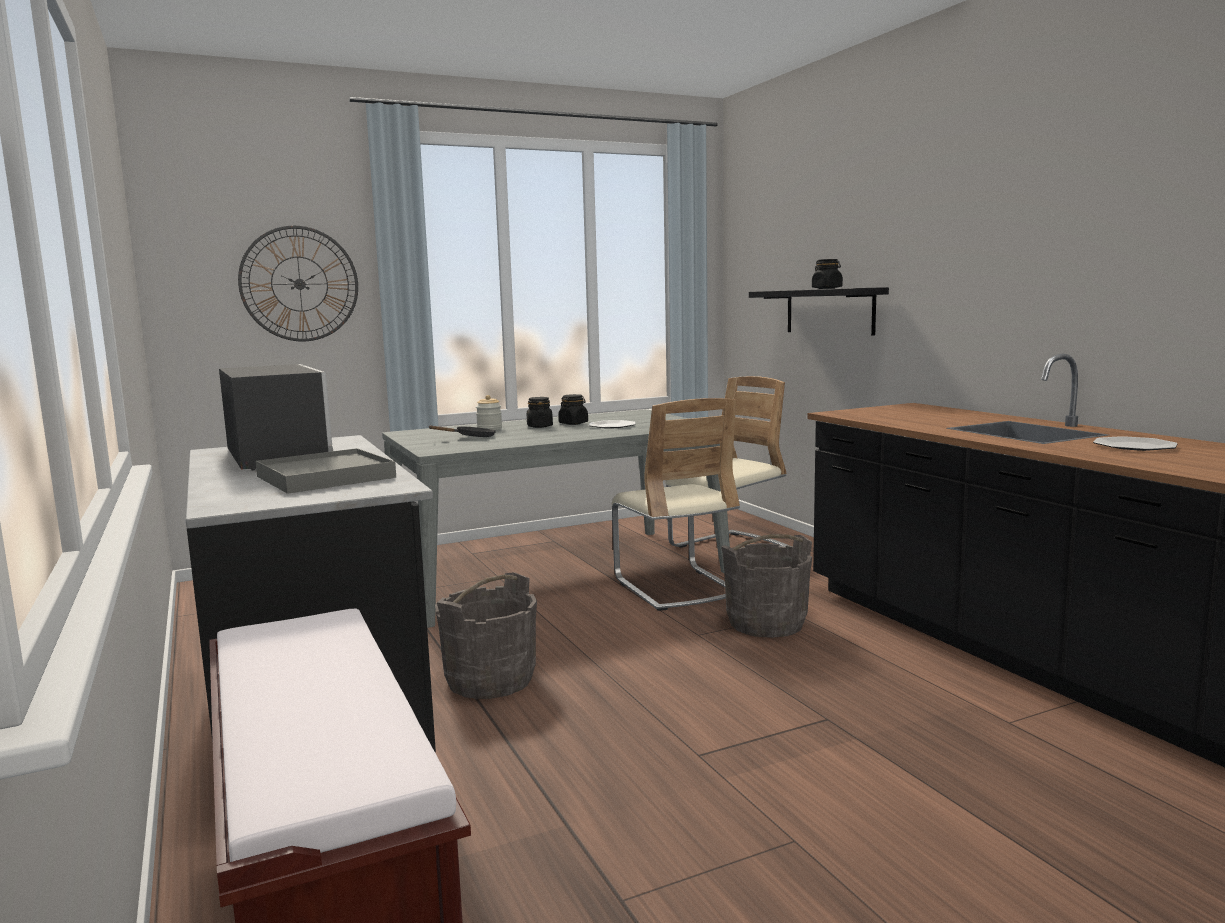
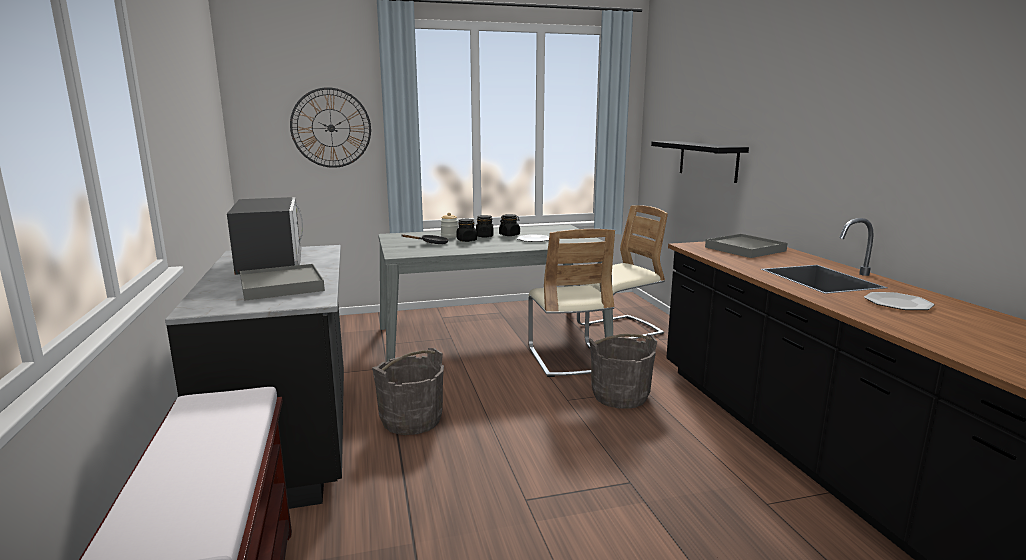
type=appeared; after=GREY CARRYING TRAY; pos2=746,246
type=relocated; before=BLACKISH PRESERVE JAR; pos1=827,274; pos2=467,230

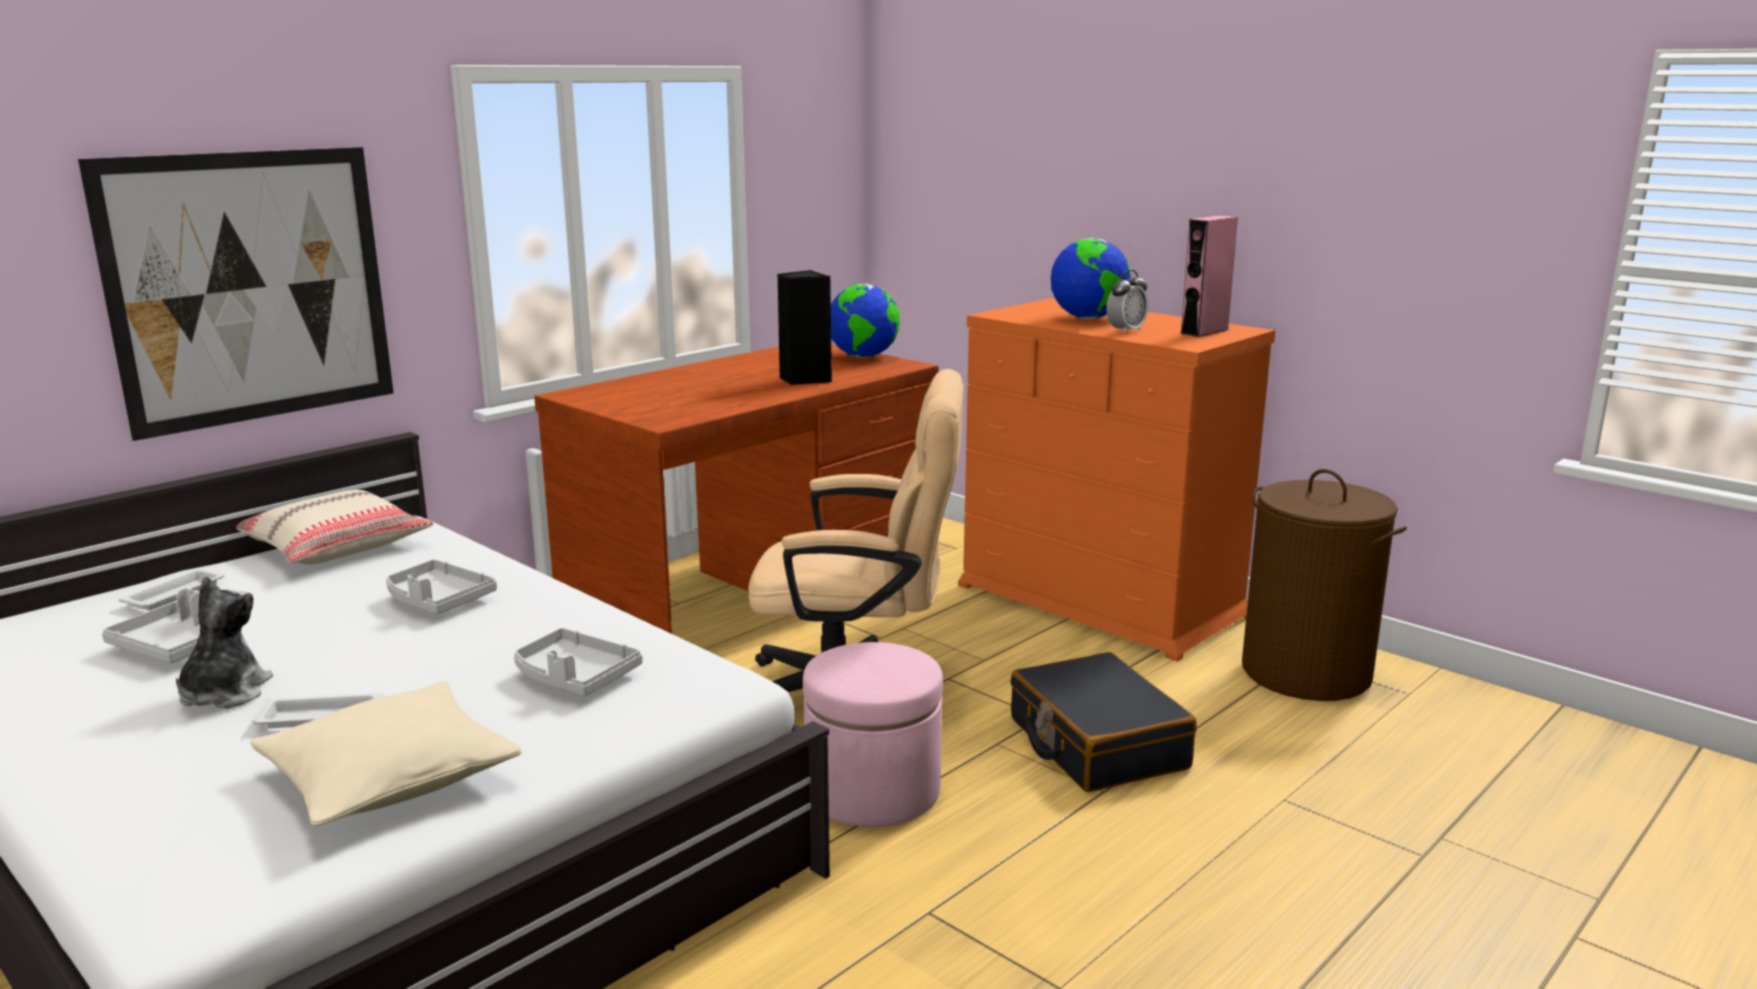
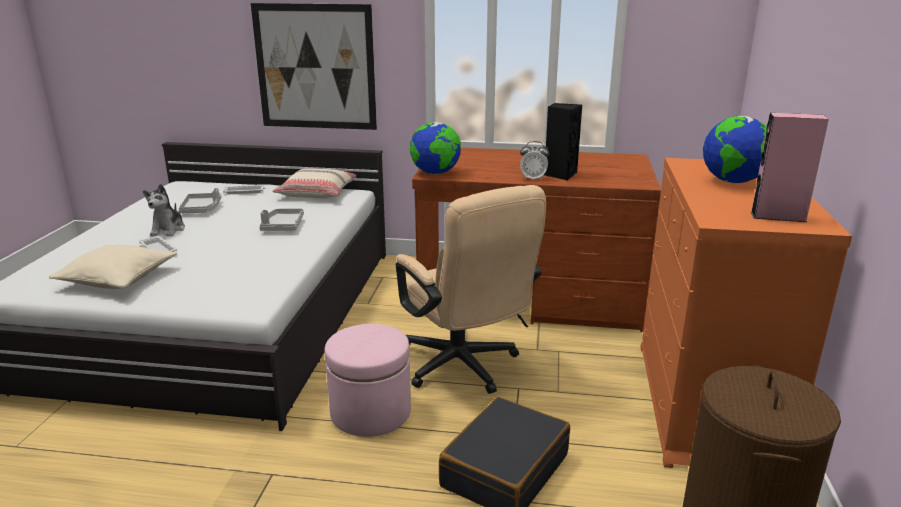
type=missing; before=GREY CARRYING TRAY; pos1=578,662
type=relocated; before=DESK GLOBE; pos1=865,321; pos2=435,148
type=relocated; before=BEDSIDE CLOCK; pos1=1127,302; pos2=534,161
type=spun; before=CUDDLY TOY; pos1=224,642; pos2=164,210; turn=120

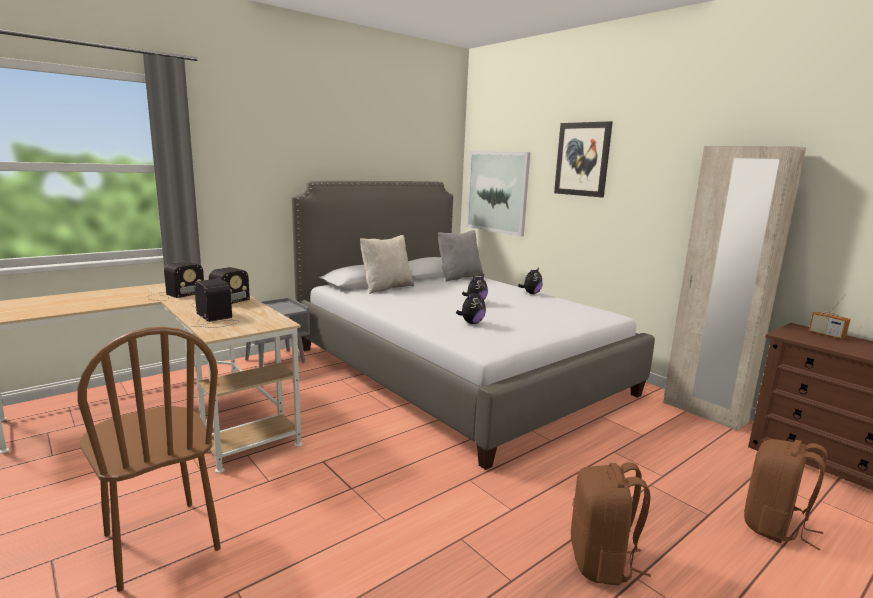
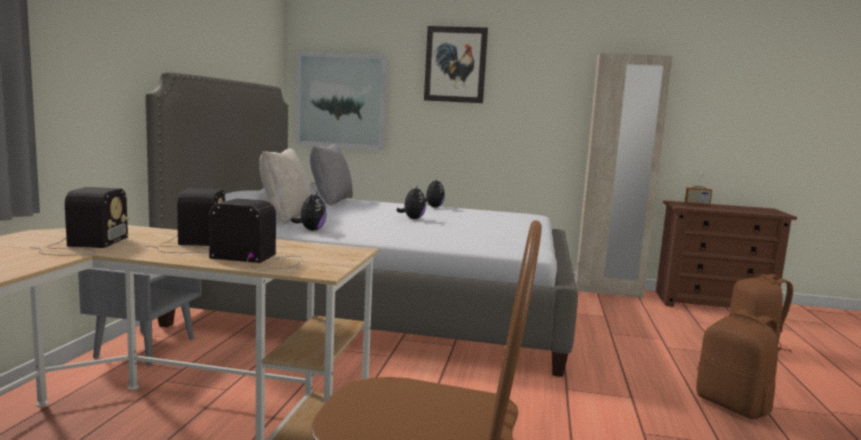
type=relocated; before=CUDDLY TOY; pos1=471,307; pos2=309,210

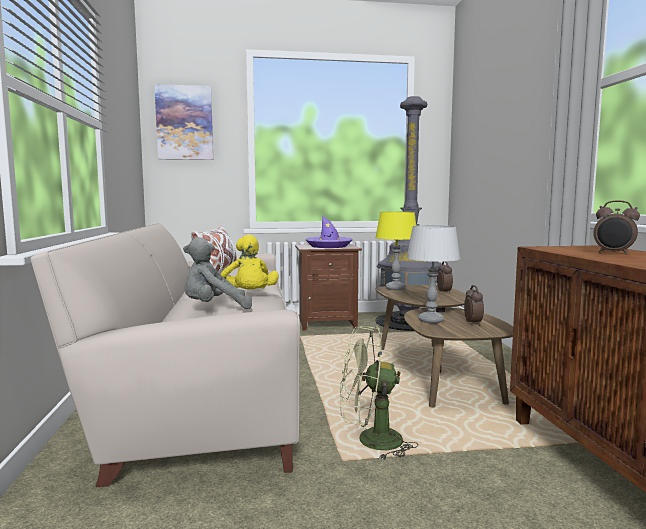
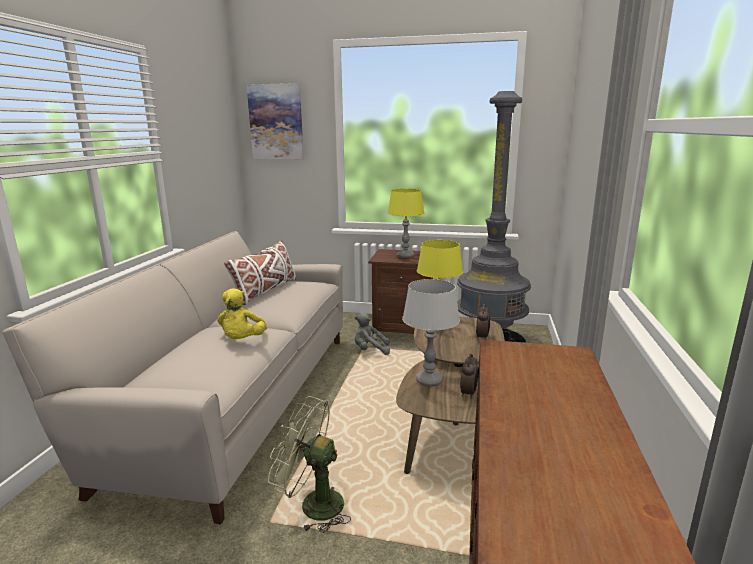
type=missing; before=BEDSIDE CLOCK; pos1=616,228
type=relocated; before=GREY CUDDLY TOY; pos1=217,273; pos2=372,333
type=exchanged; before=PURPLE-COLOURED WEARABLE HAT; after=YELLOW TABLE LAMP; pos1=328,231; pos2=406,223

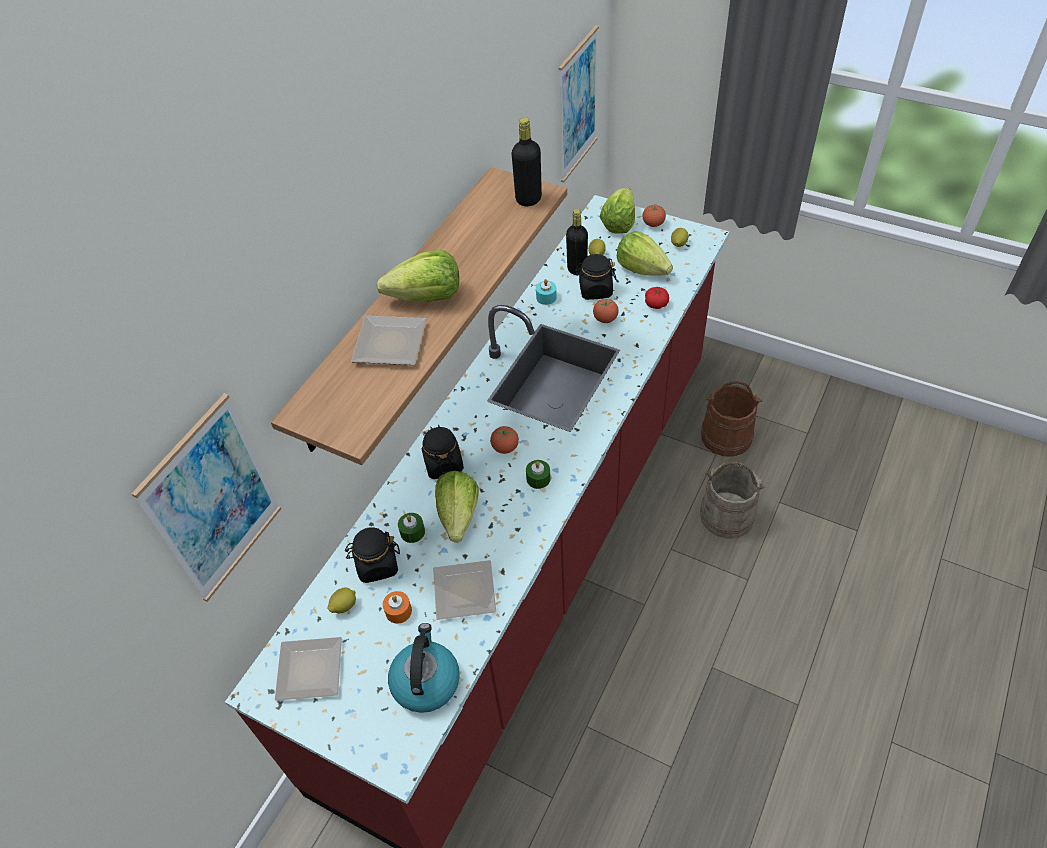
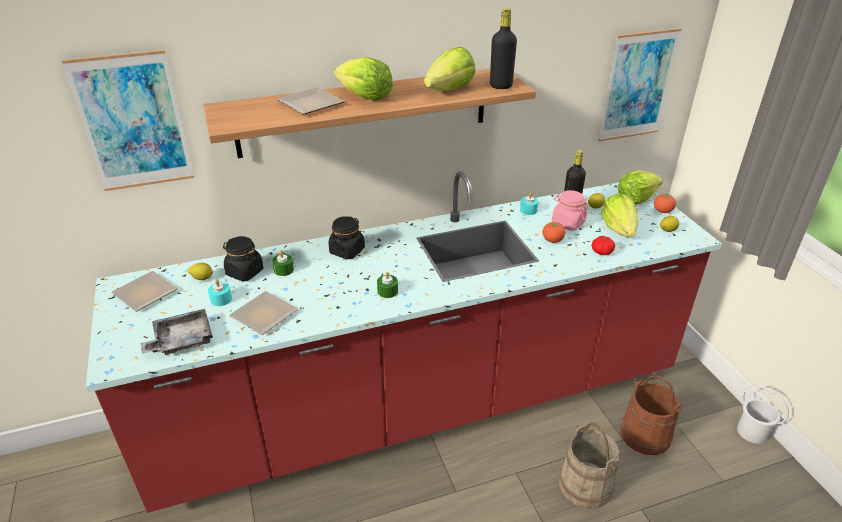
type=missing; before=FRESH TOMATO; pos1=504,440
type=appeared; after=WHITISH WATER BUCKET; pos2=763,414
type=relocated; before=LETTUCE; pos1=457,506; pos2=449,69
type=exchanged; before=KETTLE; after=GREY CARRYING TRAY; pos1=424,668; pos2=177,332
type=colour; before=ORANGE-COLOURED WAX CANDLE; after=TURQUOISE WAX CANDLE; pos1=397,607; pos2=220,293
type=colour; before=BLACKISH PRESERVE JAR; after=PINK PRESERVE JAR; pos1=596,277; pos2=570,210

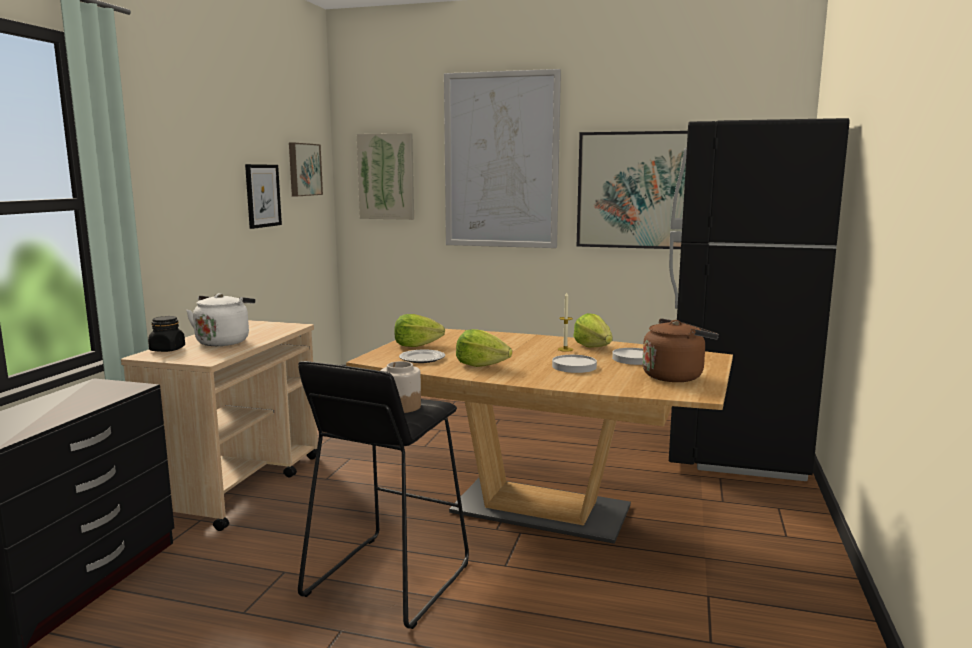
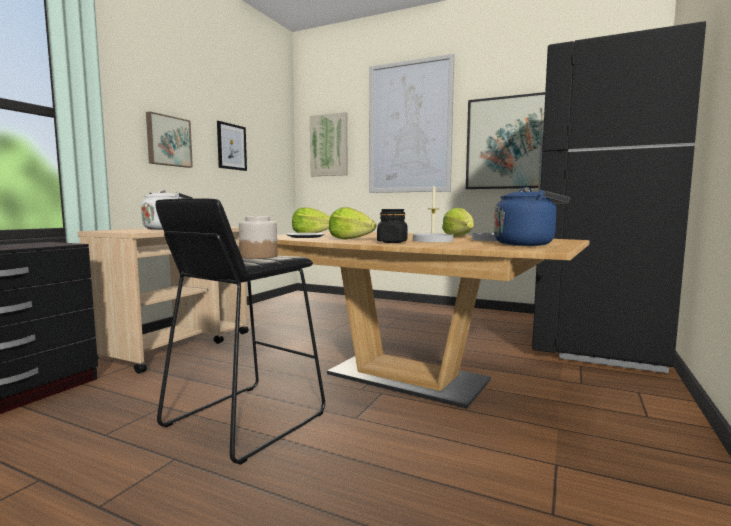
type=relocated; before=BLACKISH PRESERVE JAR; pos1=166,334; pos2=392,226
type=relocated; before=WALL ART; pos1=306,169; pos2=169,140
type=colour; before=BROWN-COLOURED KETTLE; after=BLUE KETTLE; pos1=680,350; pos2=532,216

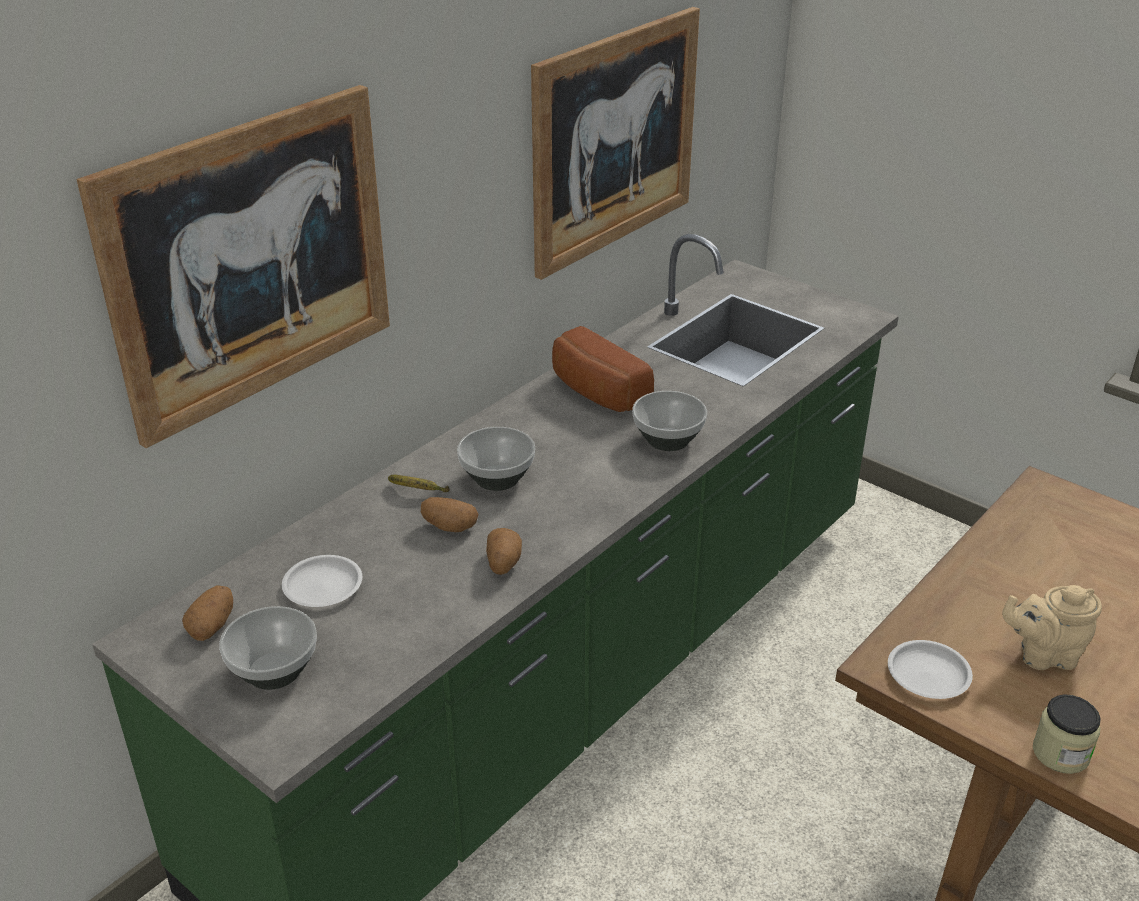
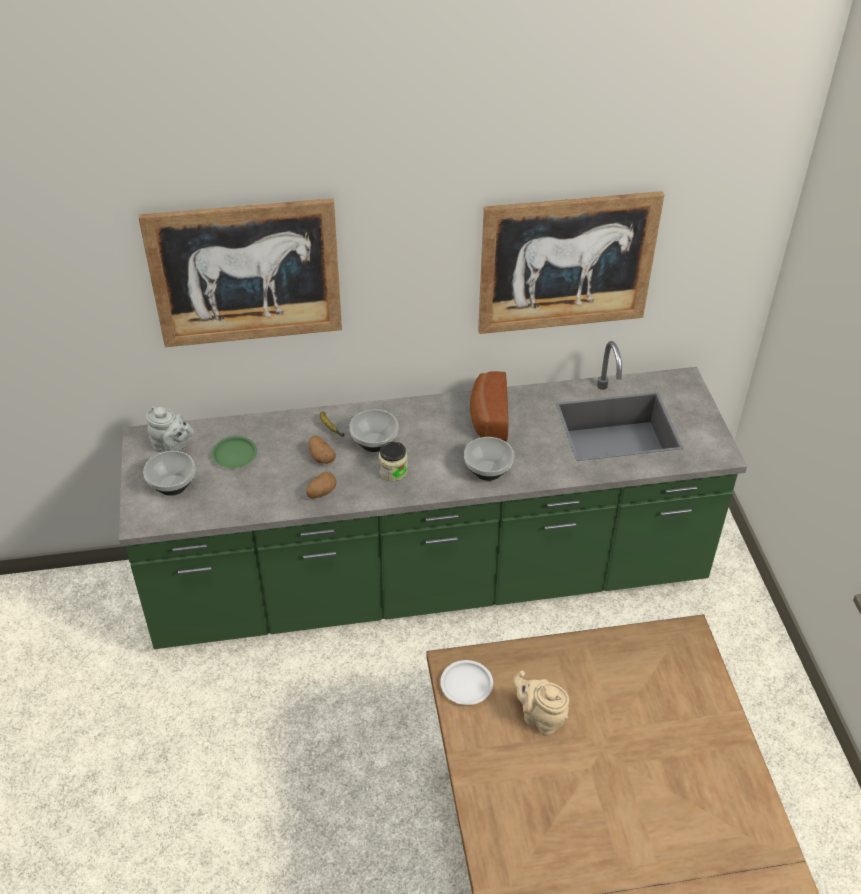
type=relocated; before=PRESERVE JAR; pos1=1067,734; pos2=393,461
type=exchanged; before=SPUD; after=GREY TEAPOT; pos1=207,613; pos2=170,429
type=colour; before=WHITISH FLAT DISH; after=GREEN-COLOURED FLAT DISH; pos1=322,581; pos2=234,452

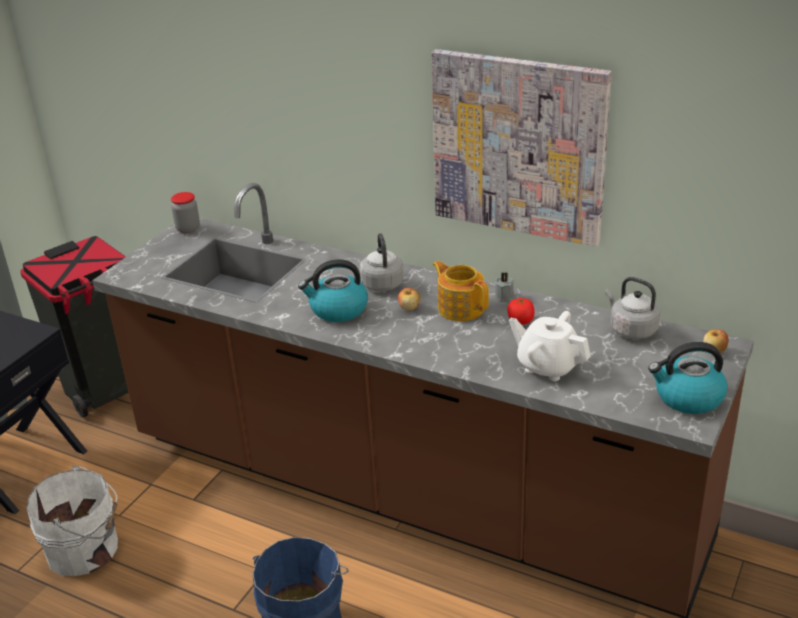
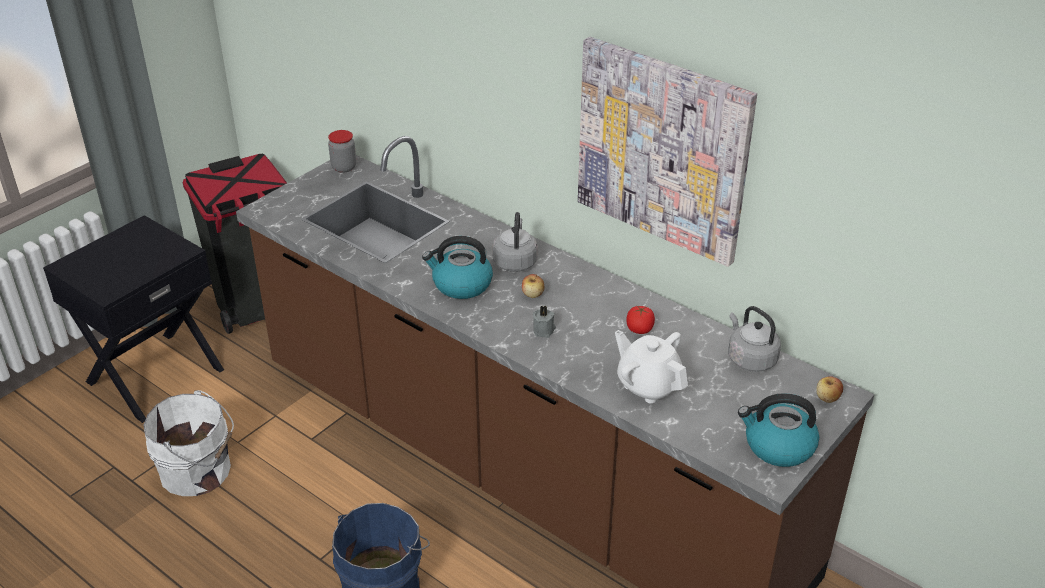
type=missing; before=TEAPOT; pos1=461,291
type=relocated; before=GREY WAX CANDLE; pos1=504,287; pos2=544,322

